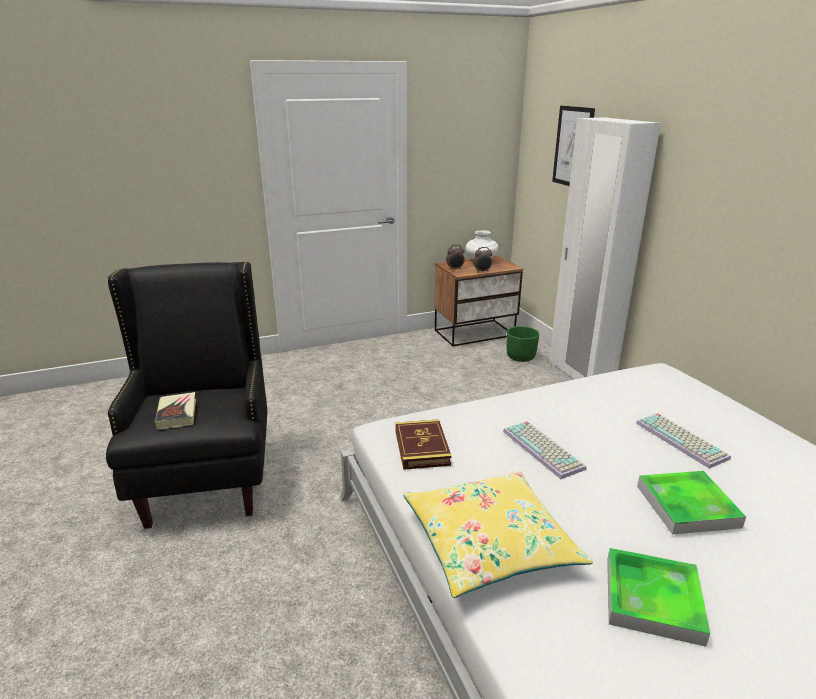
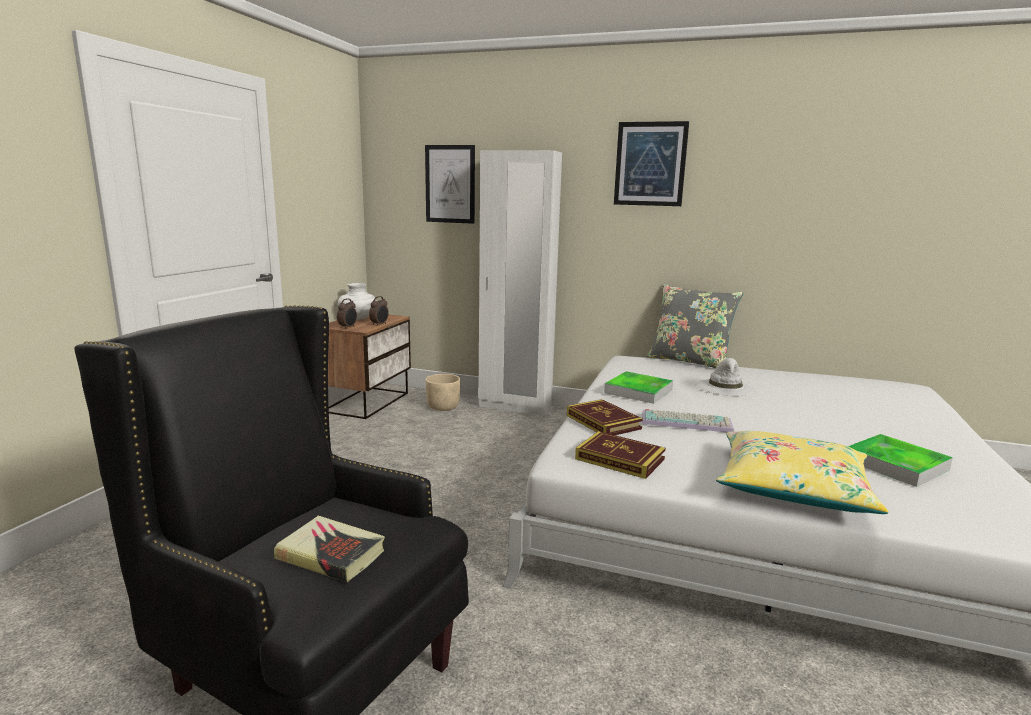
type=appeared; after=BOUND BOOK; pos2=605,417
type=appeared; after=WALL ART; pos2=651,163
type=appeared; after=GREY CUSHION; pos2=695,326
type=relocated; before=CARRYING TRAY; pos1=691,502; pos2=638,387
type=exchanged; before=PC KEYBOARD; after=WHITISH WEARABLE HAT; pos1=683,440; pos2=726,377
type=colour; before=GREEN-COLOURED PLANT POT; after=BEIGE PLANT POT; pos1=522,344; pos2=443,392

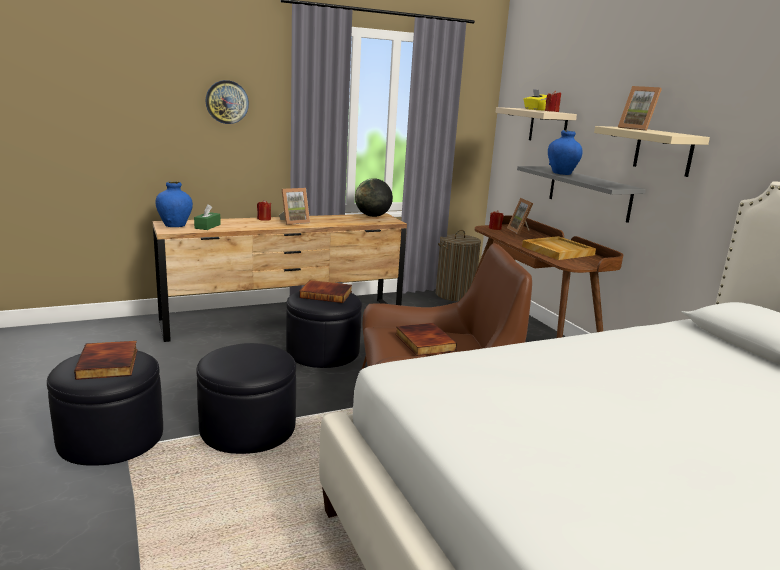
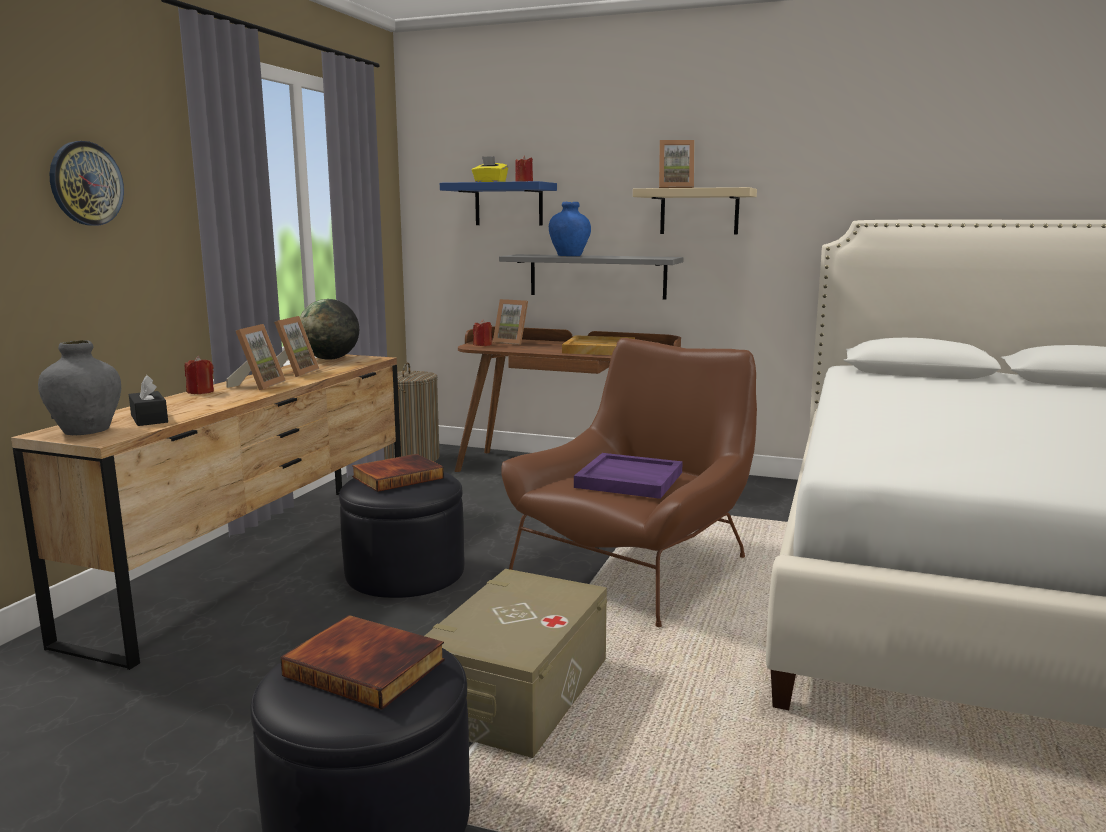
type=appeared; after=STANDING FRAME; pos2=296,346
type=exchanged; before=BLACKISH FOOTREST; after=BEIGE STORAGE BIN; pos1=246,398; pos2=516,663
type=exchanged; before=BOUND BOOK; after=PURPLE-COLOURED CARRYING TRAY; pos1=426,339; pos2=628,476
type=colour; before=BLUE DECORATIVE VASE; after=GREY DECORATIVE VASE; pos1=174,204; pos2=79,387
type=colour; before=GREEN-COLOURED TISSUE HOLDER; after=BLACKISH TISSUE HOLDER; pos1=207,217; pos2=148,400
type=colour; before=BEIGE WALL SHELF; after=BLUE WALL SHELF; pos1=536,123; pos2=498,203

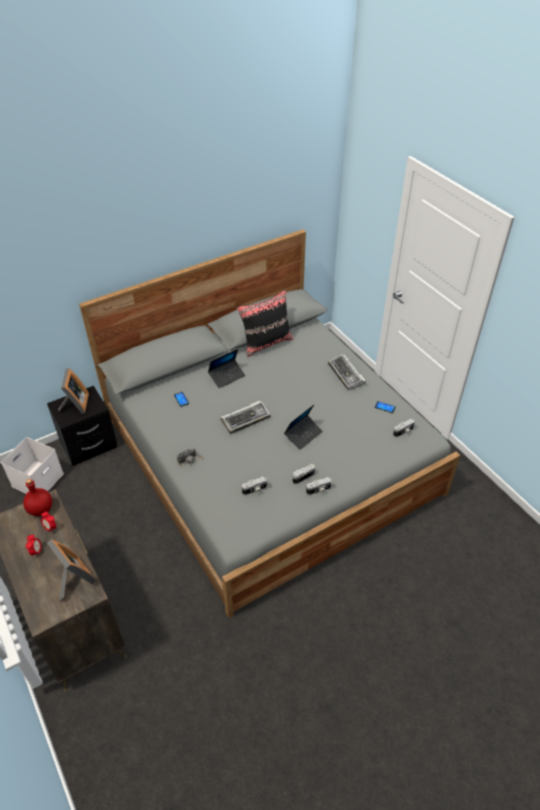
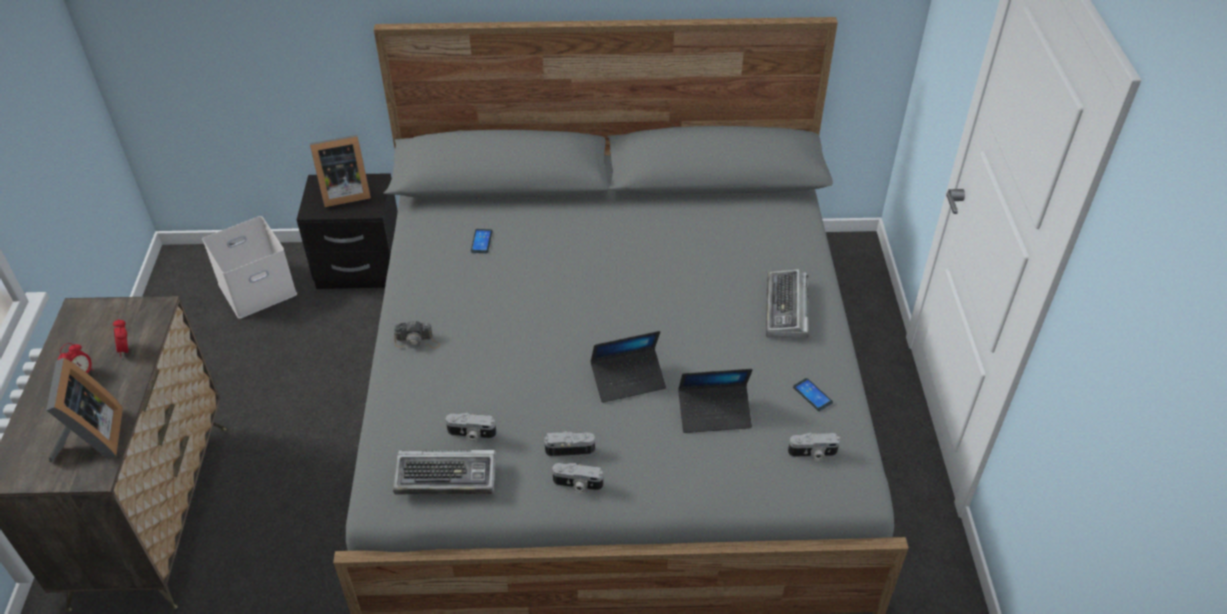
type=missing; before=RED BEVERAGE BOTTLE; pos1=37,497
type=missing; before=BLACKISH CUSHION; pos1=265,323
type=relocated; before=NOTEBOOK COMPUTER; pos1=227,368; pos2=715,401
type=relocated; before=PC KEYBOARD; pos1=245,417; pos2=444,472
type=spun; before=STANDING FRAME; pos1=73,391; pos2=340,171; turn=45

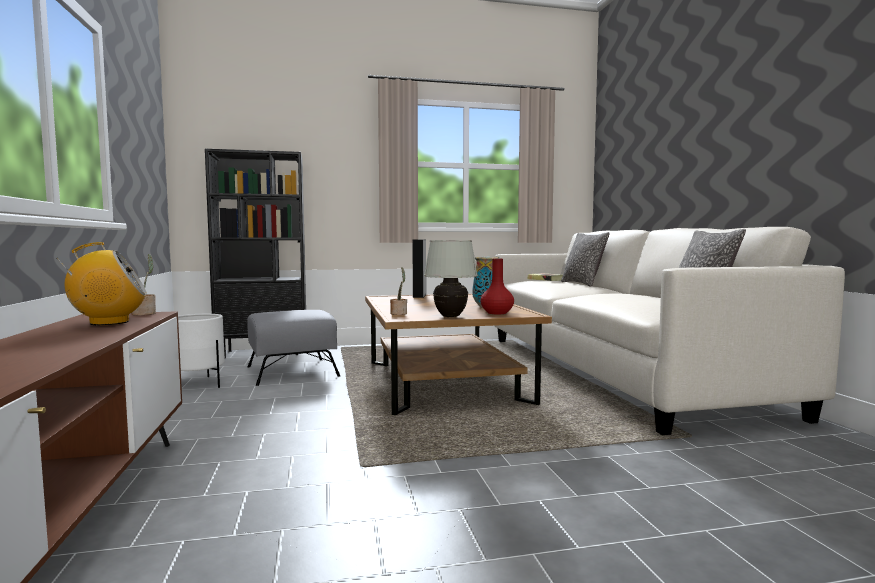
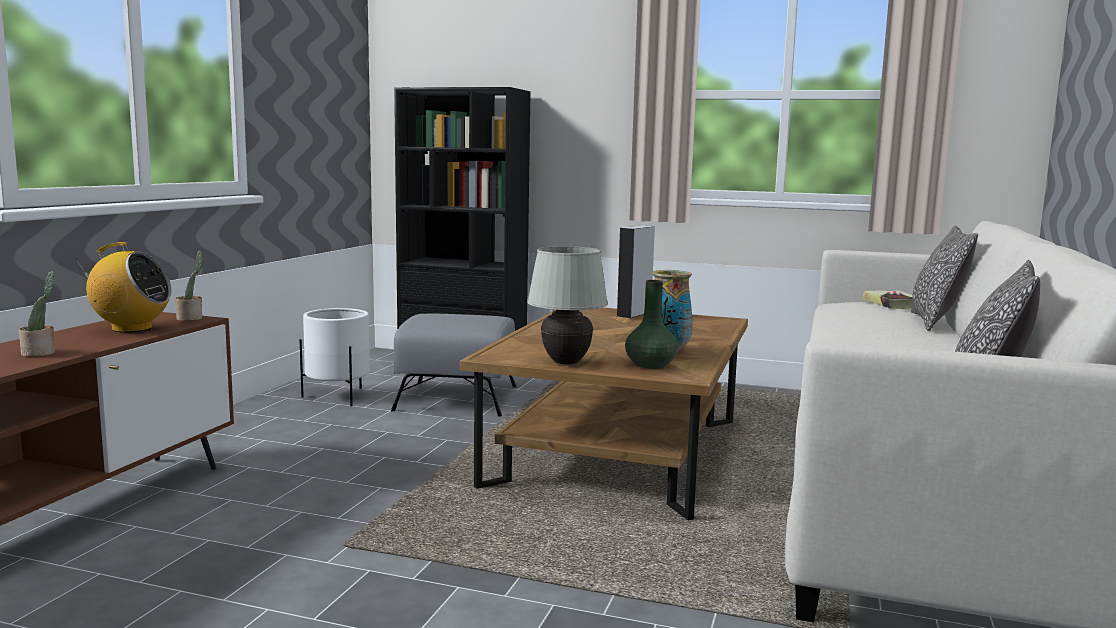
type=relocated; before=HOUSEPLANT; pos1=398,291; pos2=37,313
type=colour; before=RED DECORATIVE VASE; after=GREEN-COLOURED DECORATIVE VASE; pos1=497,286; pos2=651,324

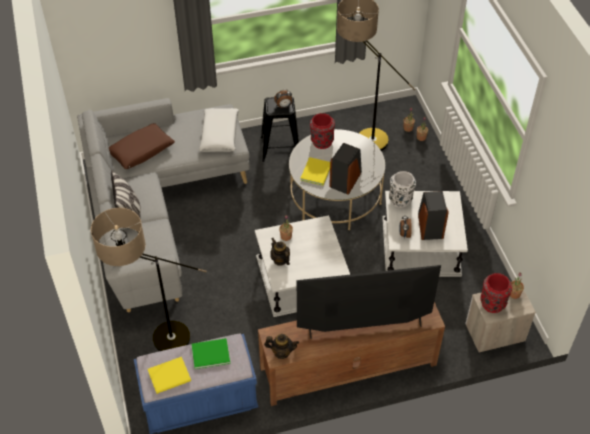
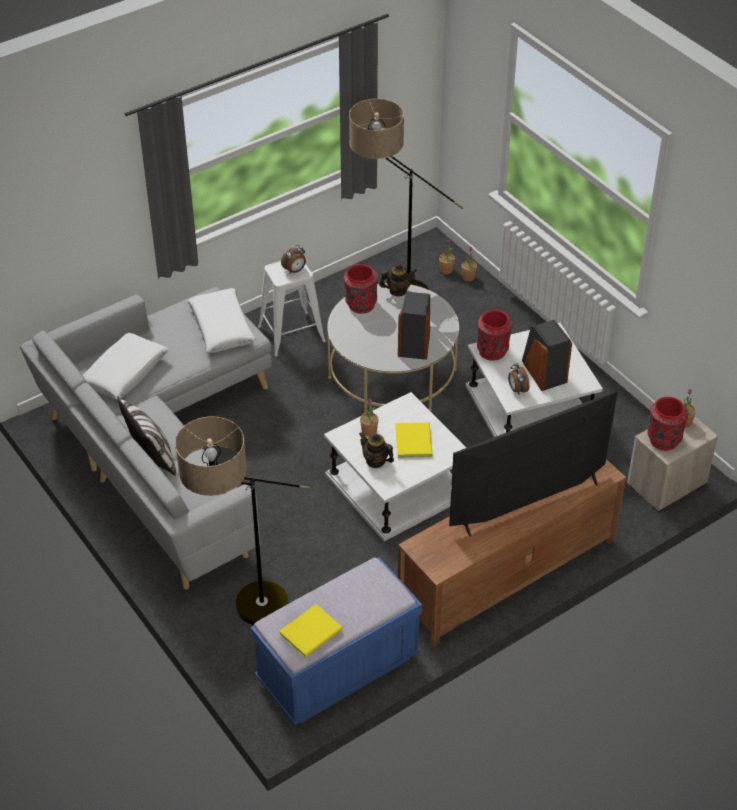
type=missing; before=GREEN-COLOURED BOUND BOOK; pos1=211,353
type=relocated; before=TEAPOT; pos1=281,346; pos2=398,280
type=relocated; before=YELLOW BOUND BOOK; pos1=315,171; pos2=414,440
type=colour; before=BROWN-COLOURED CUSHION; after=WHITISH CUSHION; pos1=142,146; pos2=126,366
type=colour; before=BLACKISH STOOL SEAT; after=WHITISH STOOL SEAT; pos1=280,129; pos2=291,308
type=colour; before=WHITISH DECORATIVE VASE; after=RED DECORATIVE VASE; pos1=402,189; pos2=494,335

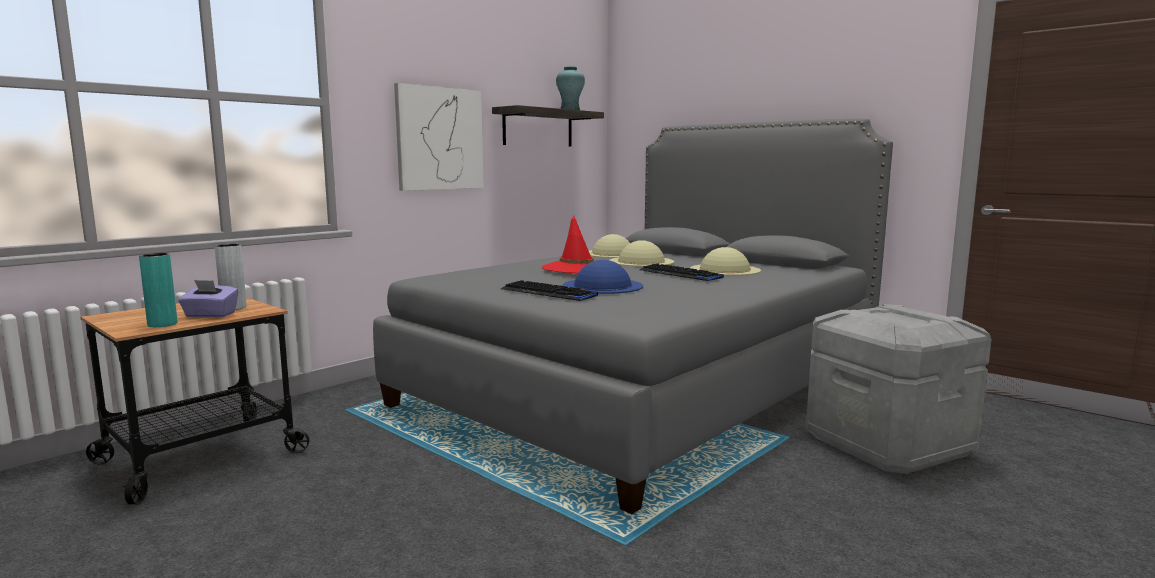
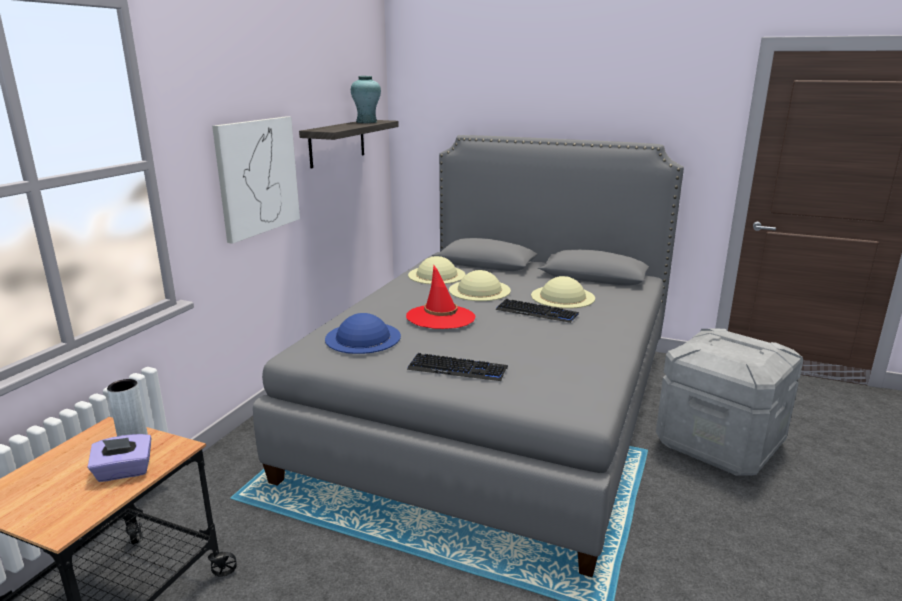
type=missing; before=TURQUOISE DECORATIVE VASE; pos1=158,290
type=relocated; before=BLUE WEARABLE HAT; pos1=603,277; pos2=363,333

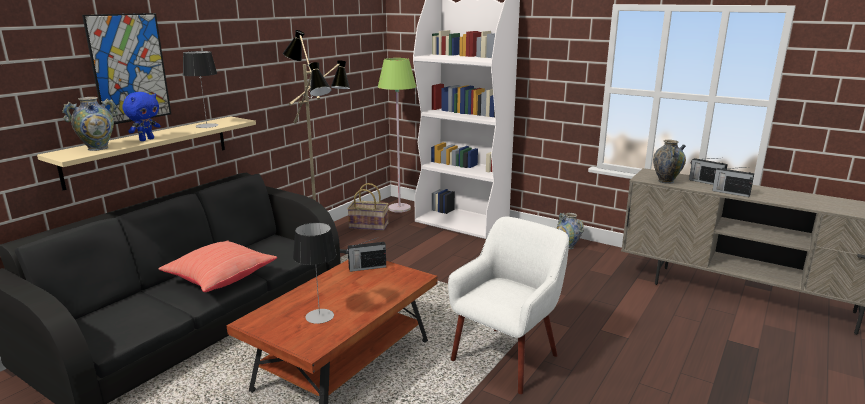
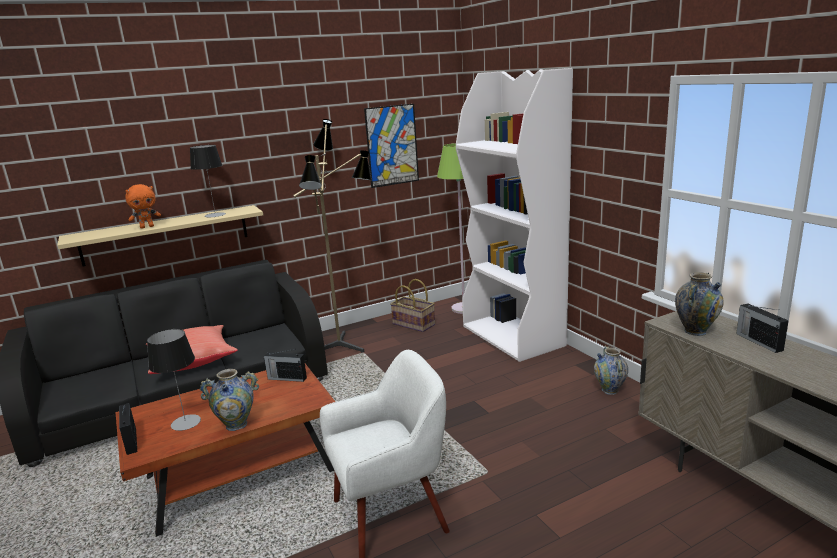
type=relocated; before=DECORATIVE VASE; pos1=90,124; pos2=229,400
type=relocated; before=WALL ART; pos1=126,68; pos2=391,146
type=relocated; before=RADIO RECEIVER; pos1=733,182; pos2=128,429
type=colour; before=BLUE CUDDLY TOY; after=ORANGE-COLOURED CUDDLY TOY; pos1=141,116; pos2=143,206

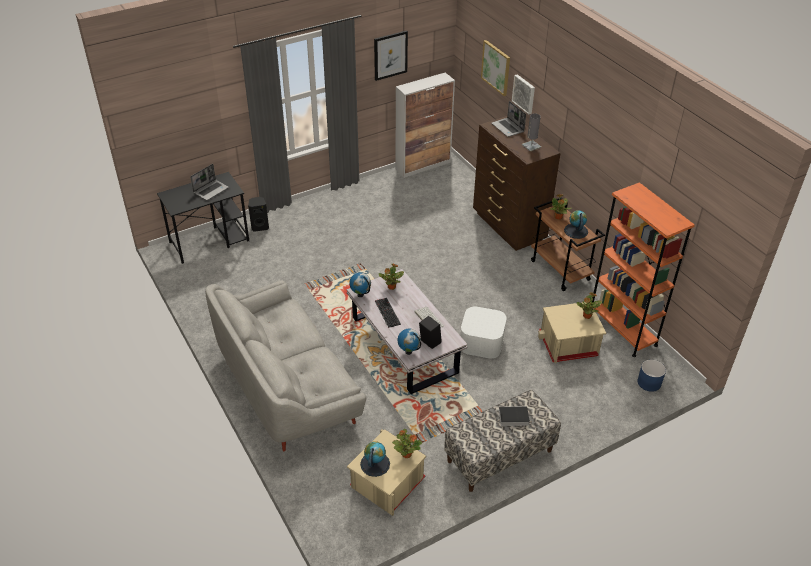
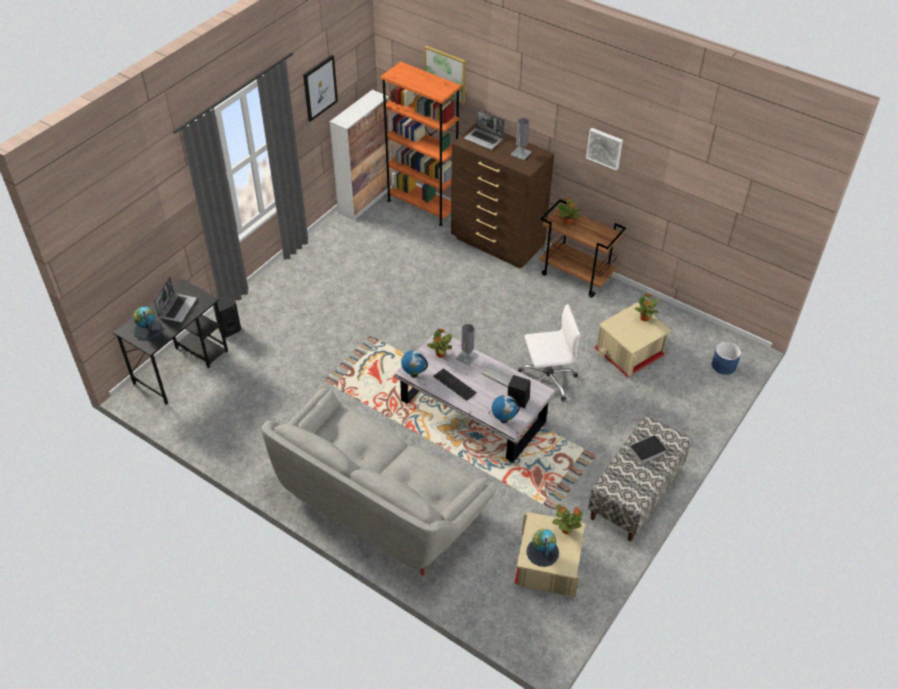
type=appeared; after=GREY TABLE LAMP; pos2=467,344
type=relocated; before=WALL ART; pos1=523,94; pos2=604,149
type=relocated; before=DESK GLOBE; pos1=576,224; pos2=148,324
type=relocated; before=ORANGE-COLOURED BOOKCASE; pos1=643,269; pos2=420,143
type=exchanged; before=WHITISH STORAGE BIN; after=WHITISH DESK CHAIR; pos1=484,332; pos2=549,352

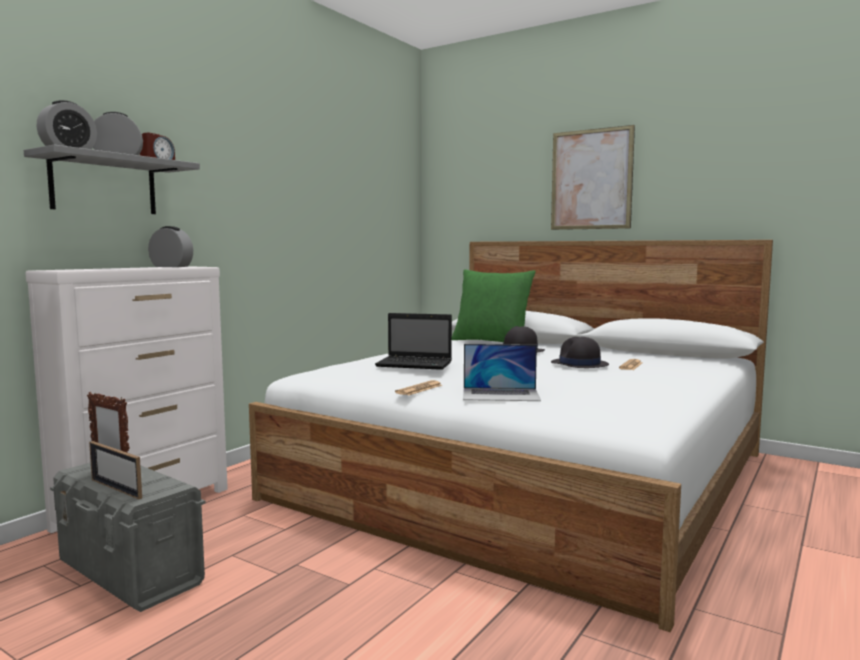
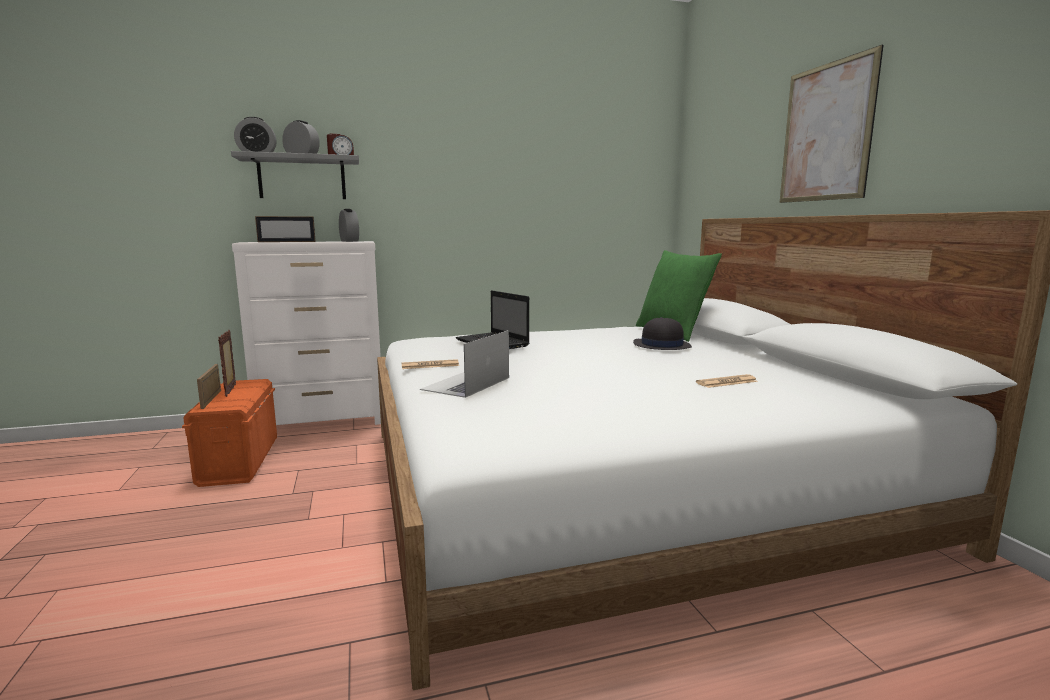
type=missing; before=BLACKISH WEARABLE HAT; pos1=580,352
type=appeared; after=STANDING FRAME; pos2=285,229
type=colour; before=GREY STORAGE BIN; after=ORANGE-COLOURED STORAGE BIN; pos1=128,537; pos2=229,433
type=spun; before=NOTEBOOK COMPUTER; pos1=502,372; pos2=464,364; turn=75

